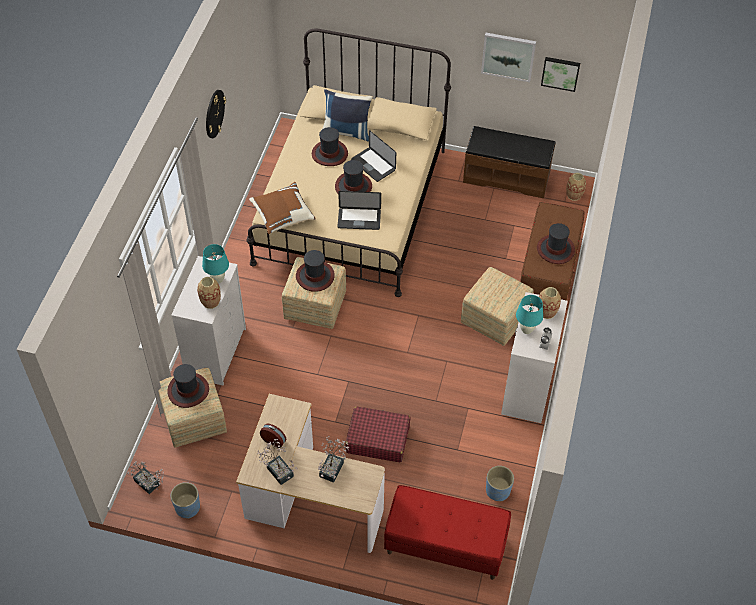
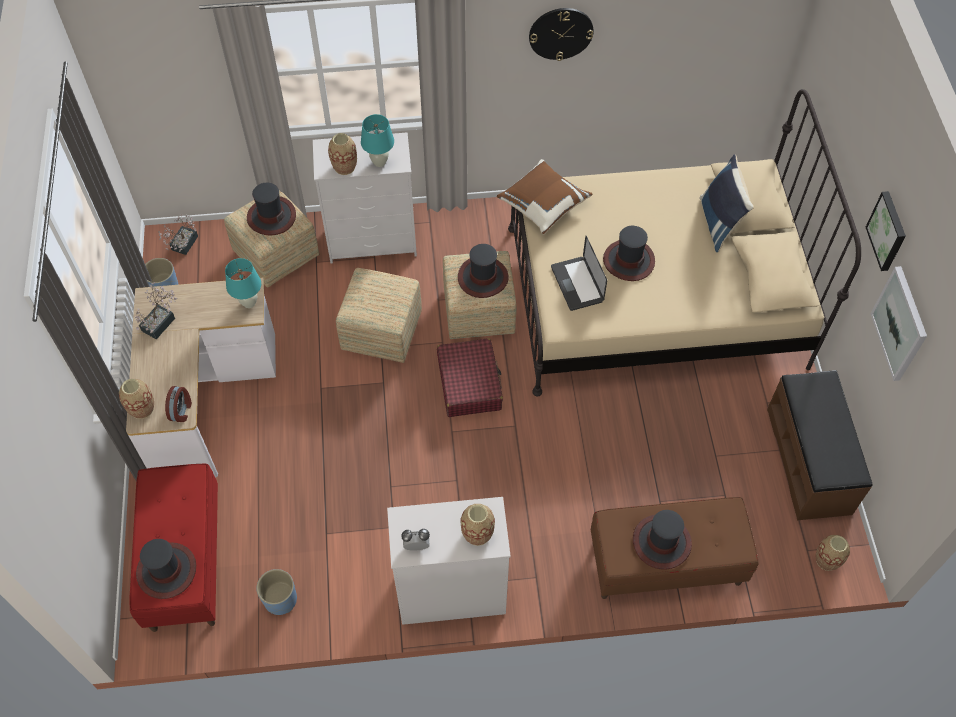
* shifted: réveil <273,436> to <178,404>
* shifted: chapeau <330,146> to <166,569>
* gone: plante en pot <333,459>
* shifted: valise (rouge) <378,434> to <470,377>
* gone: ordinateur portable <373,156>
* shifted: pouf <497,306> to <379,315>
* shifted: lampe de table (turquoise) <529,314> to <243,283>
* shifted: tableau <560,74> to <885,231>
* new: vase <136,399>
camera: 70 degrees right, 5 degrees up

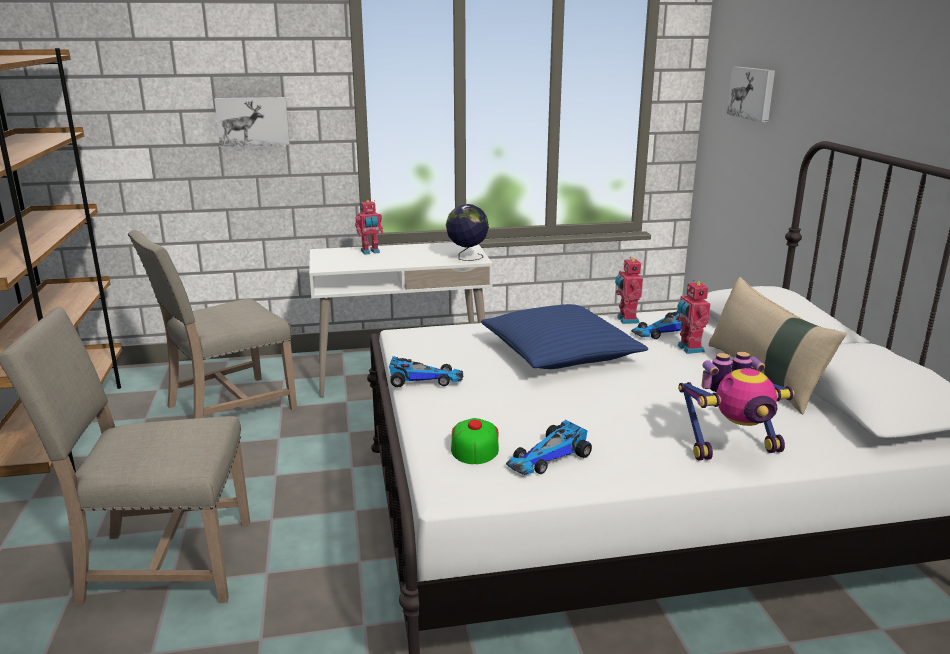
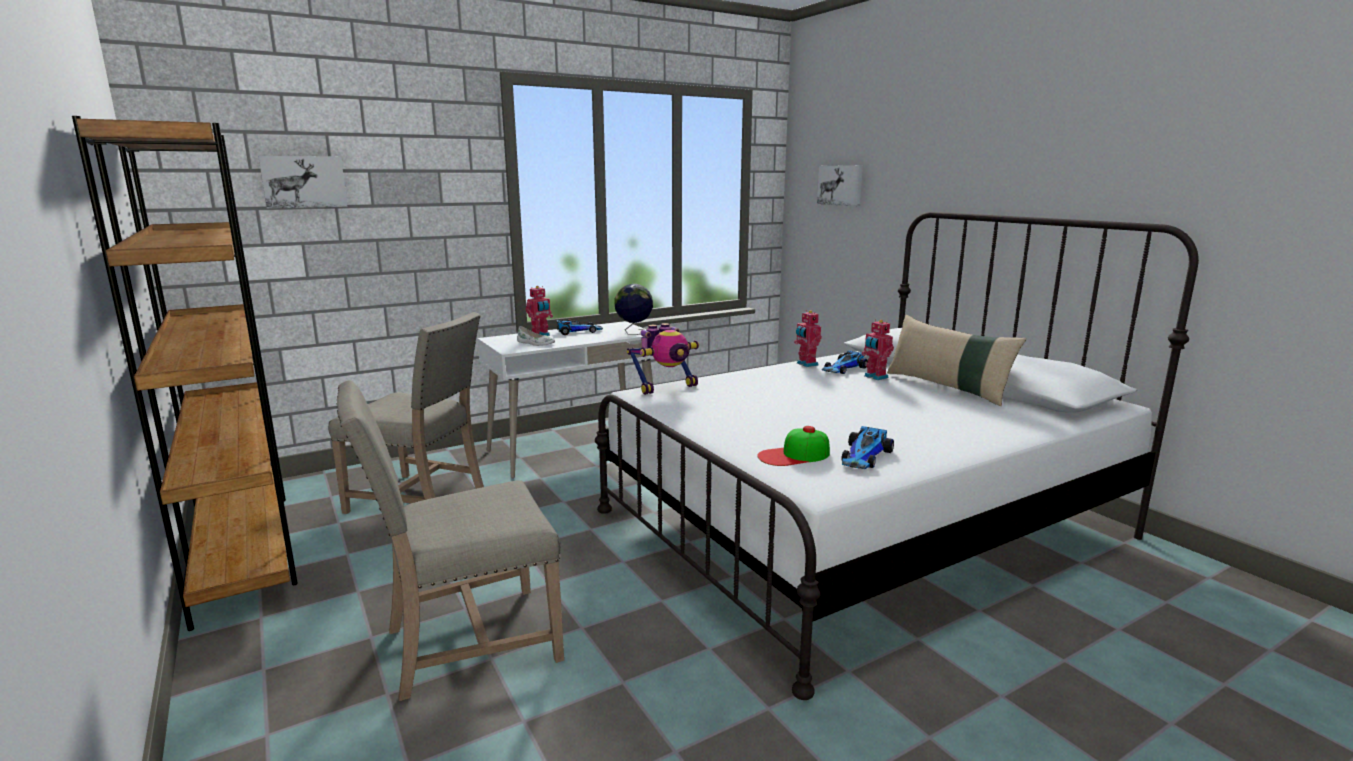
* rotated: chaise (beige) <212,324> = <406,413> 105 degrees counterclockwise
* shifted: tableau <252,122> to <303,181>
* shifted: petite voiture <426,371> to <579,327>
* rotated: casquette <475,441> = <793,446> 90 degrees counterclockwise
* gone: coussin (bleu) <564,336>
* shifted: robot jouet <736,406> to <663,359>
* new: chaussure (blanc) <536,336>
camera: 20 degrees left, 5 degrees down

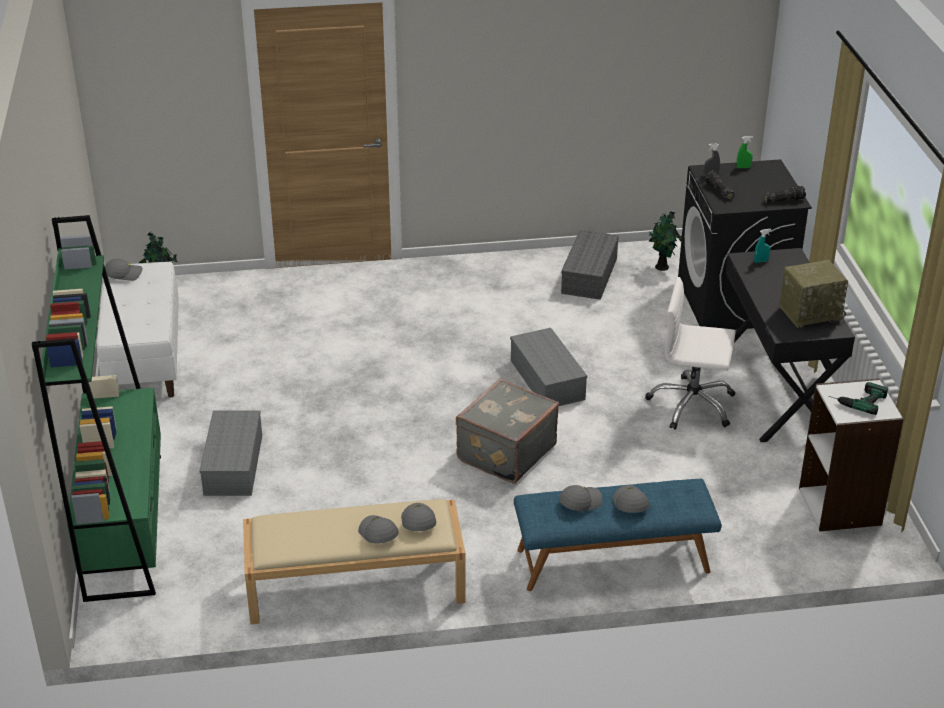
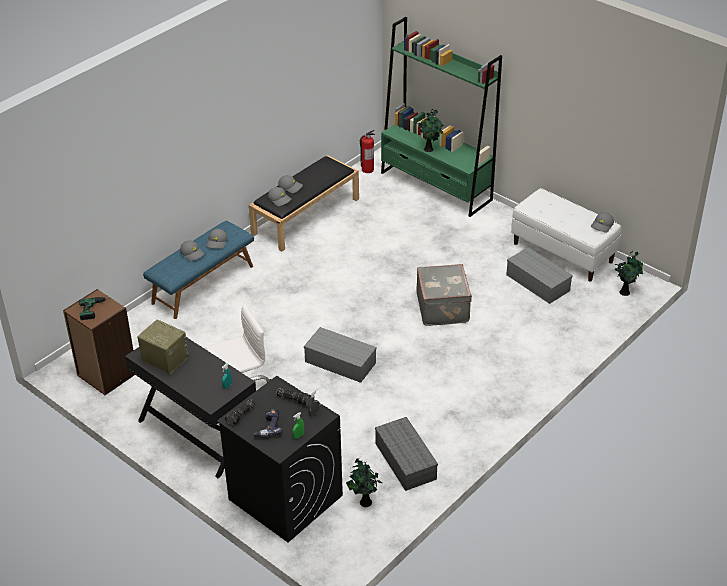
* shifted: boîte de rangement (gris) <230,453> to <539,275>
* repainted: banc (beige) <354,561> to banc (noir) <304,203>
* shifted: valise (gris) <507,431> to <444,295>
* rotated: radio <814,294> = <162,347> 90 degrees clockwise
* repainted: bibliothèque (blanc) <851,454> to bibliothèque (marron) <99,342>
* new: perceuse <268,423>
* new: extincteur <367,151>
* new: plante en pot <430,130>
camera: 140 degrees right, 5 degrees up

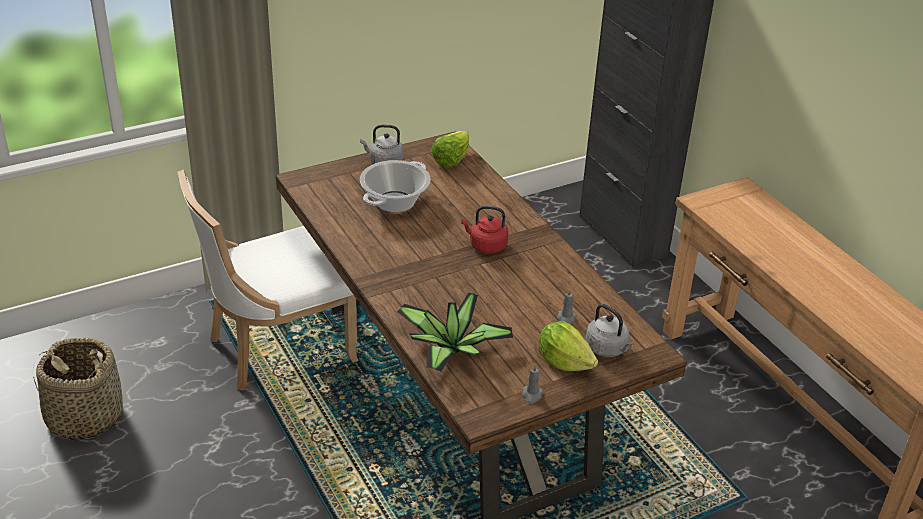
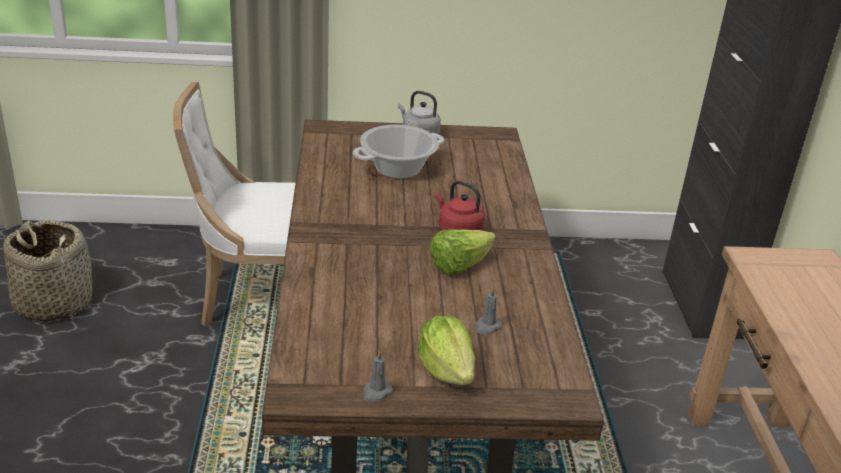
* gone: plante en pot <455,332>
* shifted: laitue <450,149> to <463,252>
* gone: bouilloire (gris) <610,330>
camera: 25 degrees right, 5 degrees down

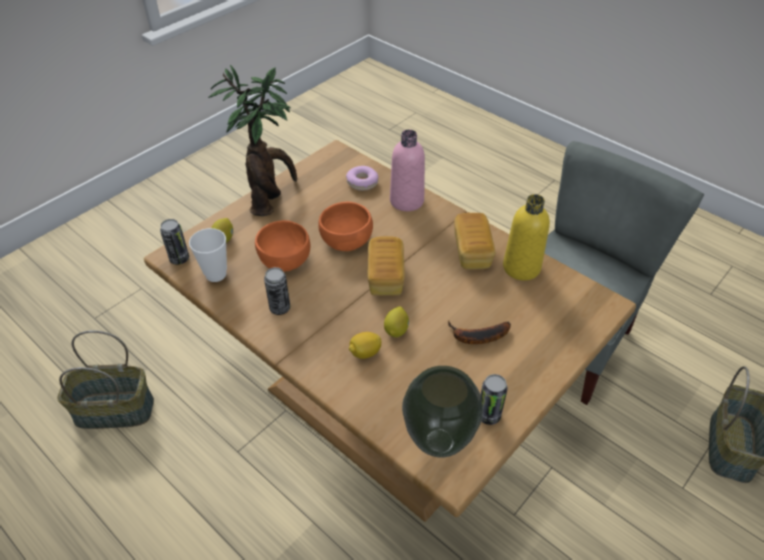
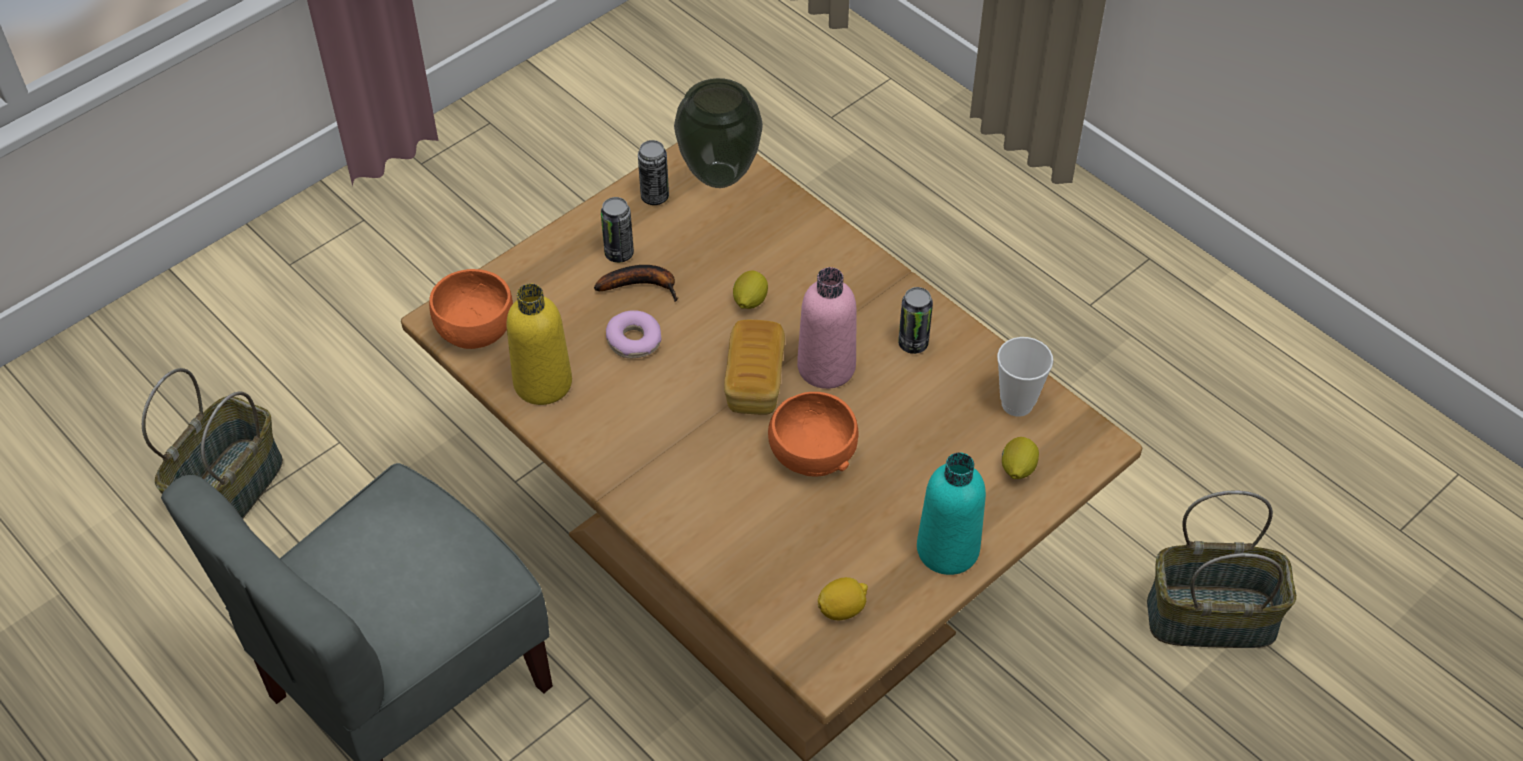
* shifted: boîte métallique <174,242> to <617,230>
* swapped: plante en pot <252,140> to bouteille (turquoise) <951,514>
* shifted: bol (orange) <282,246> to <471,309>
* shifted: beignet <362,178> to <633,334>
* shifted: citron <365,345> to <843,599>
* shifted: bouteille (rose) <407,170> to <827,328>
* gone: pain <474,241>
camera: 175 degrees left, 5 degrees up

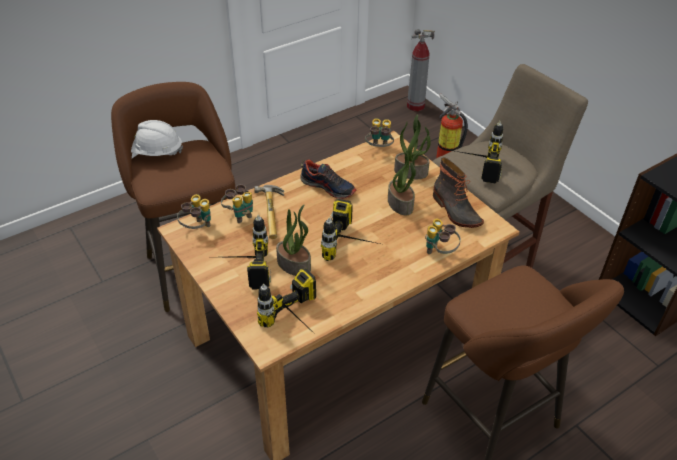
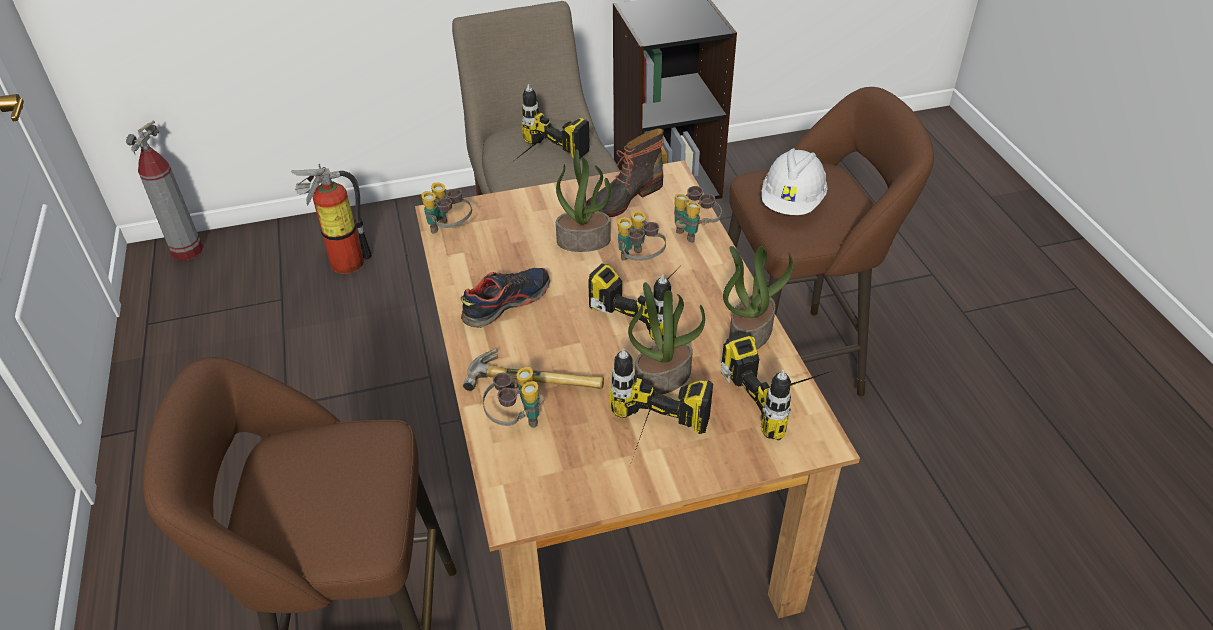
* shifted: casque de chantier (blanc) <157,138> to <795,181>
* shifted: jumelles <194,211> to <642,236>
* shifted: plante en pot <412,146> to <758,297>
* rotated: botte <458,192> = <625,172> 150 degrees clockwise
camera: 70 degrees left, 0 degrees up

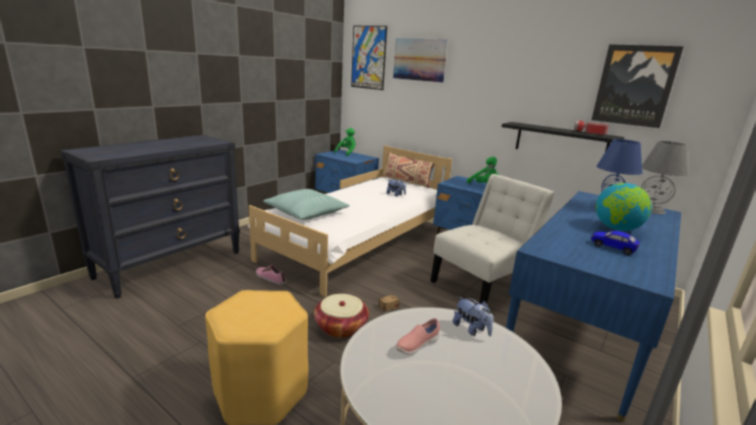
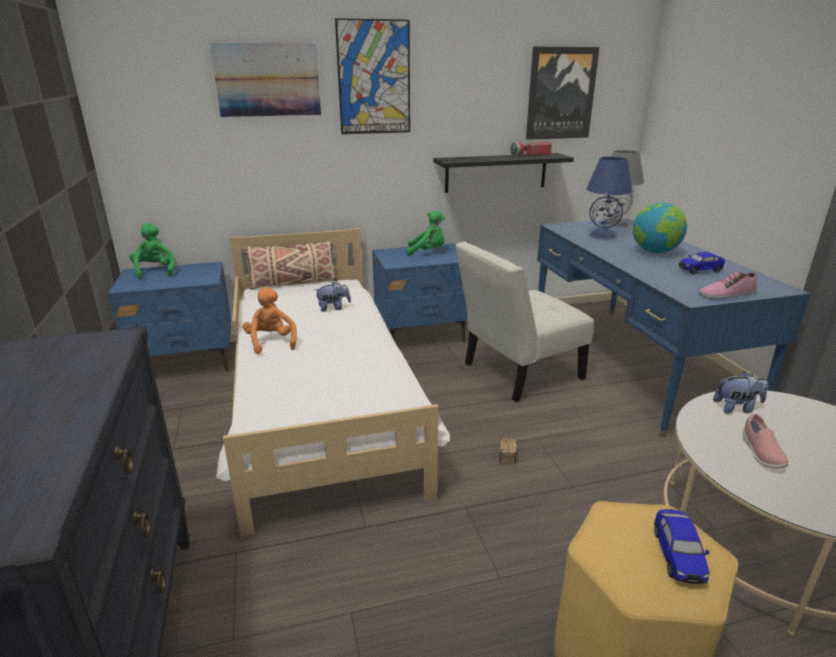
* shifted: chaussure <271,275> to <728,285>
* gone: coussin <306,204>
* gone: panier <341,316>
* shifted: tableau <369,58> to <372,76>
* rotated: chaise (blanc) <492,239> = <524,321> 120 degrees counterclockwise
* new: peluche (orange) <270,320>
* new: petite voiture <682,546>
camera: 50 degrees left, 5 degrees up

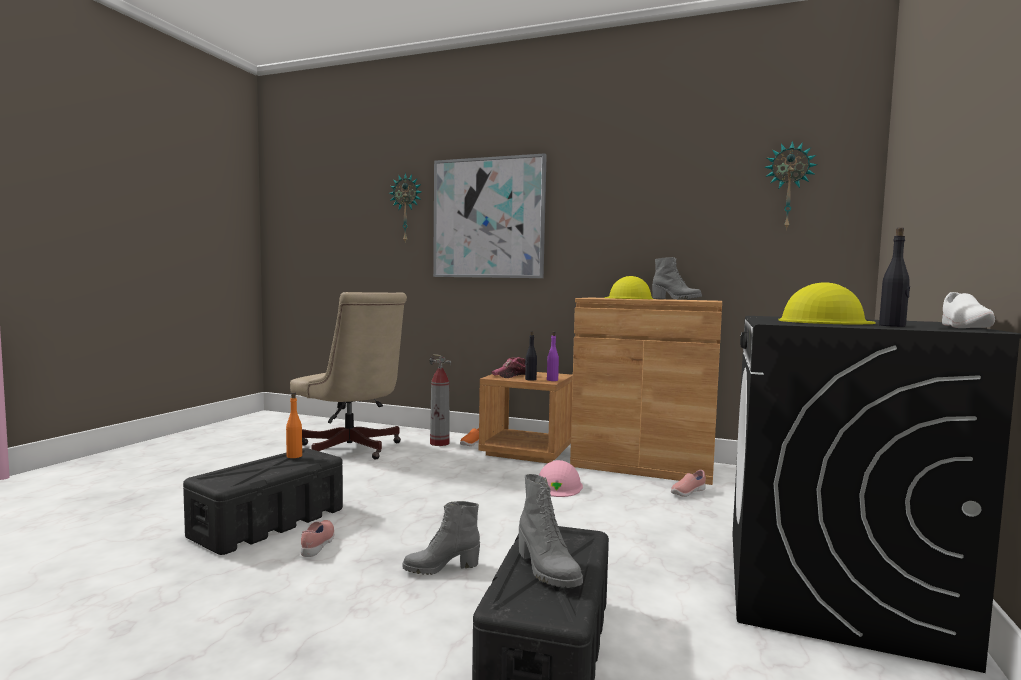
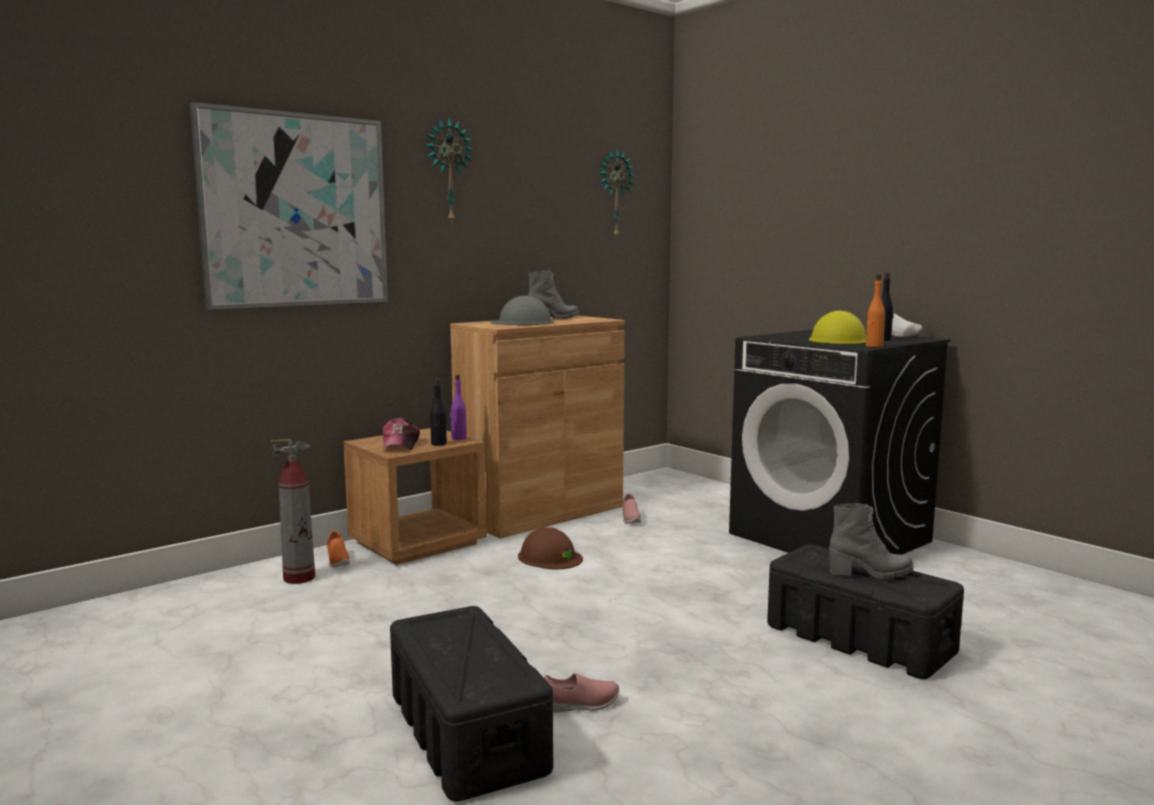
* shifted: bouteille (orange) <294,425> to <875,310>
* gone: chaise de bureau (beige) <348,376>
* rotated: chaussure (rose) <317,538> = <581,693> 135 degrees clockwise
* shifted: horloge murale <405,207> to <449,170>
* gone: botte (gris) <441,538>
* repainted: casque de chantier (rose) <561,478> to casque de chantier (marron) <550,548>
* repainted: casque de chantier (jaune) <628,287> to casque de chantier (gris) <522,310>
camera: 60 degrees left, 5 degrees up

